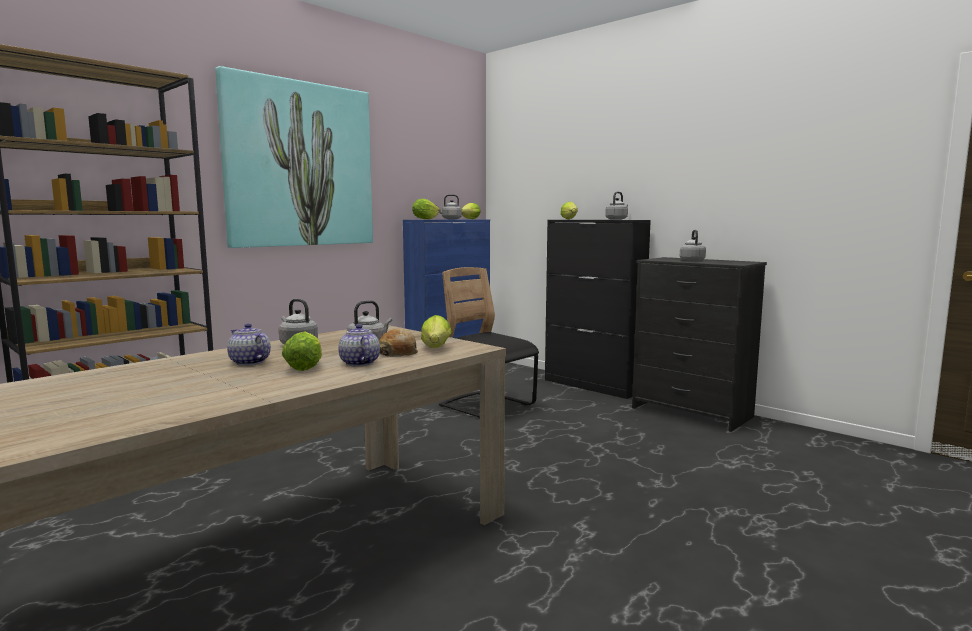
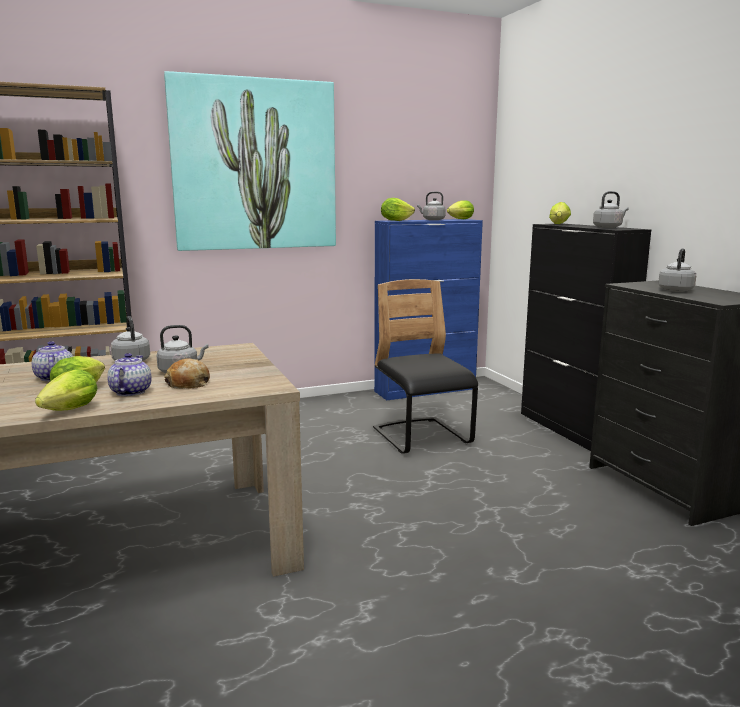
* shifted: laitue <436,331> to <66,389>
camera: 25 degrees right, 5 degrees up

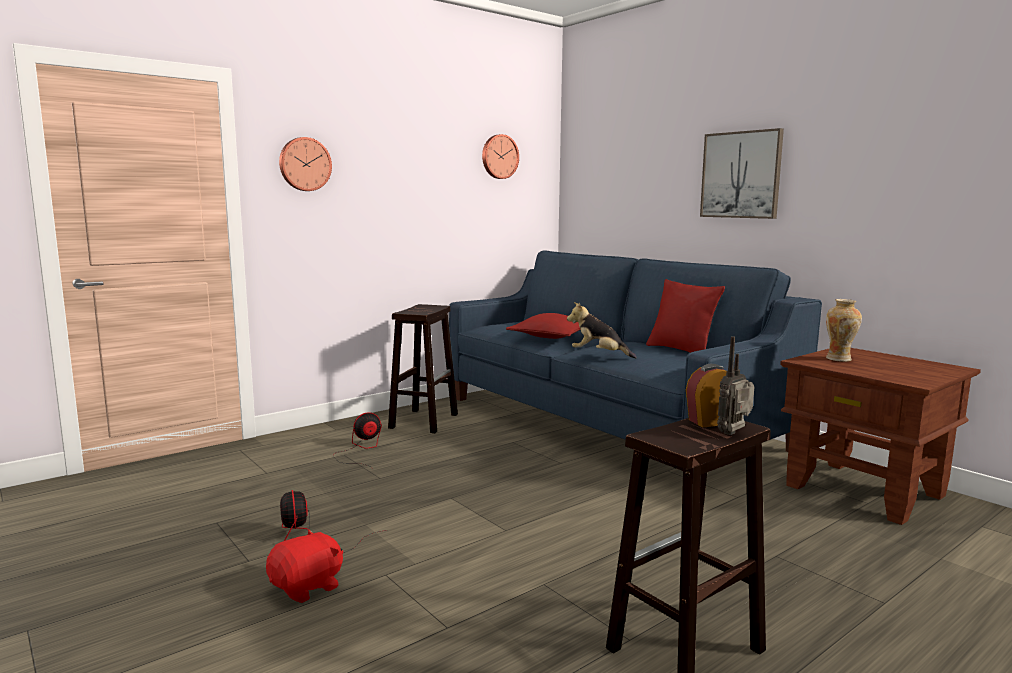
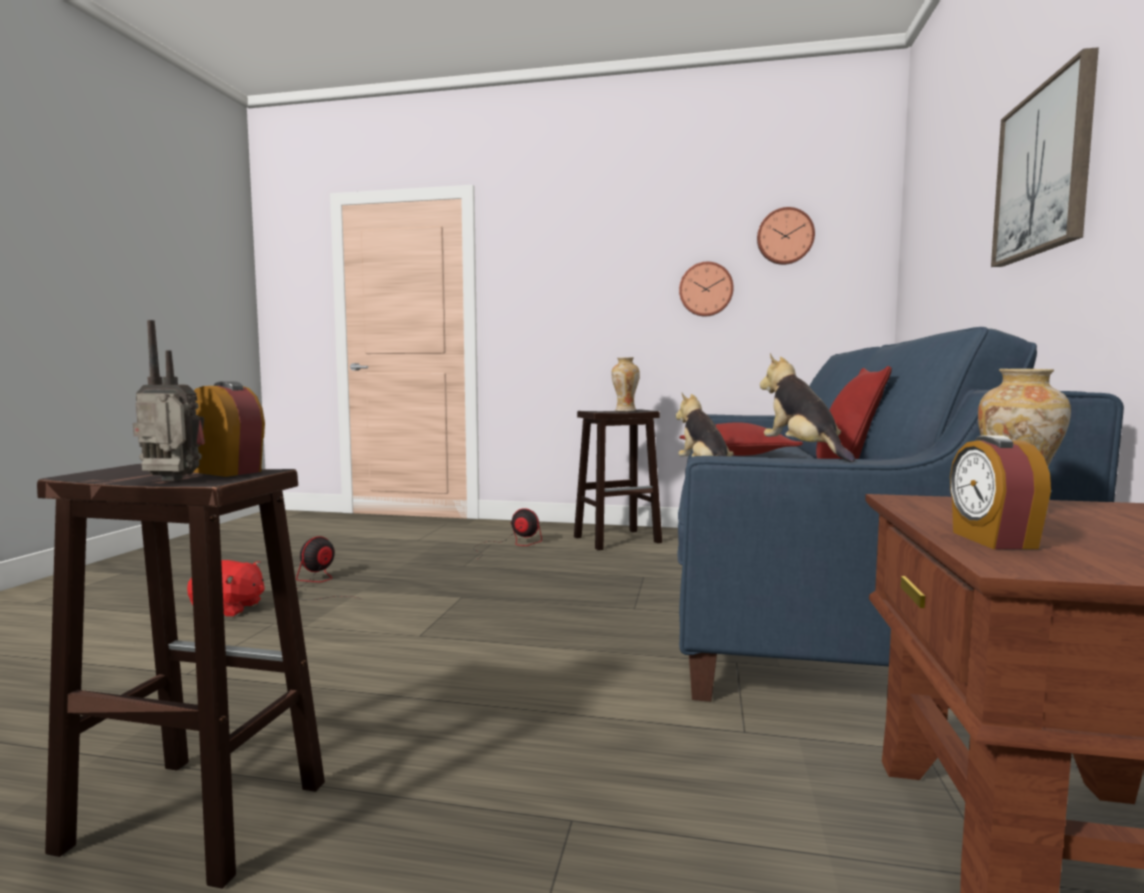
* shifted: horloge murale <305,164> to <706,289>
* new: vase <625,384>
* new: peluche <807,407>
* new: réveil <1000,492>
camera: 50 degrees right, 5 degrees down

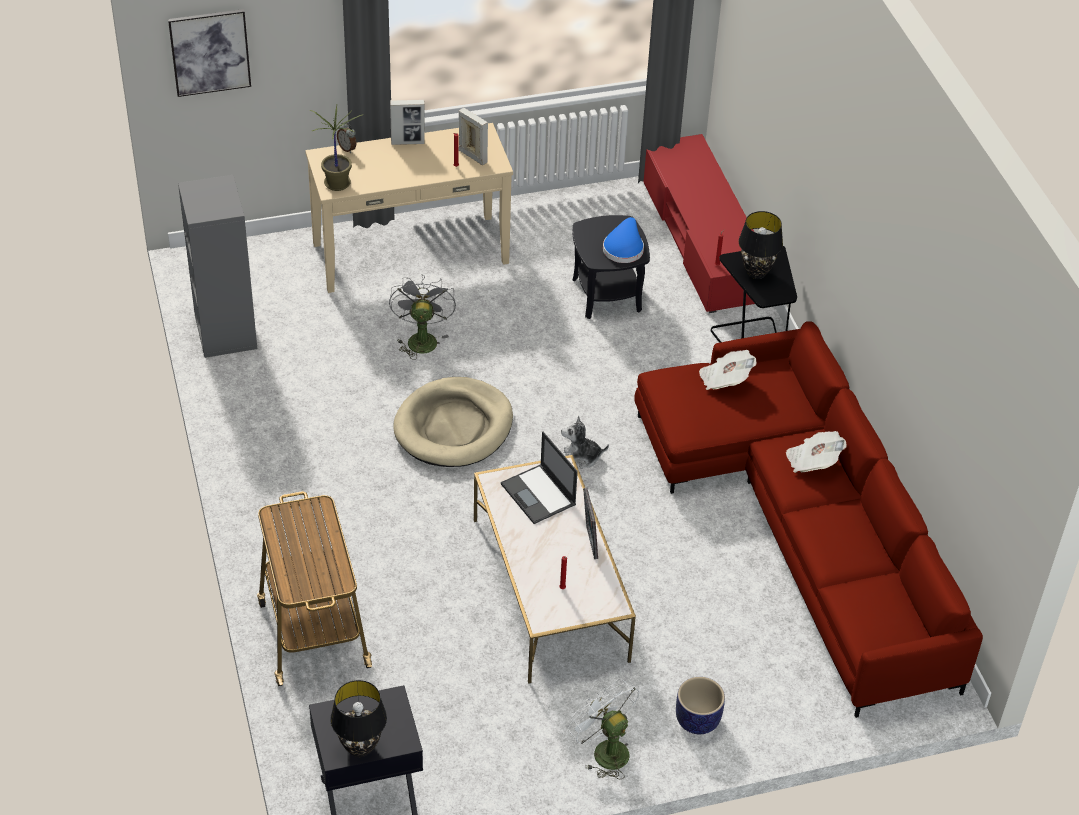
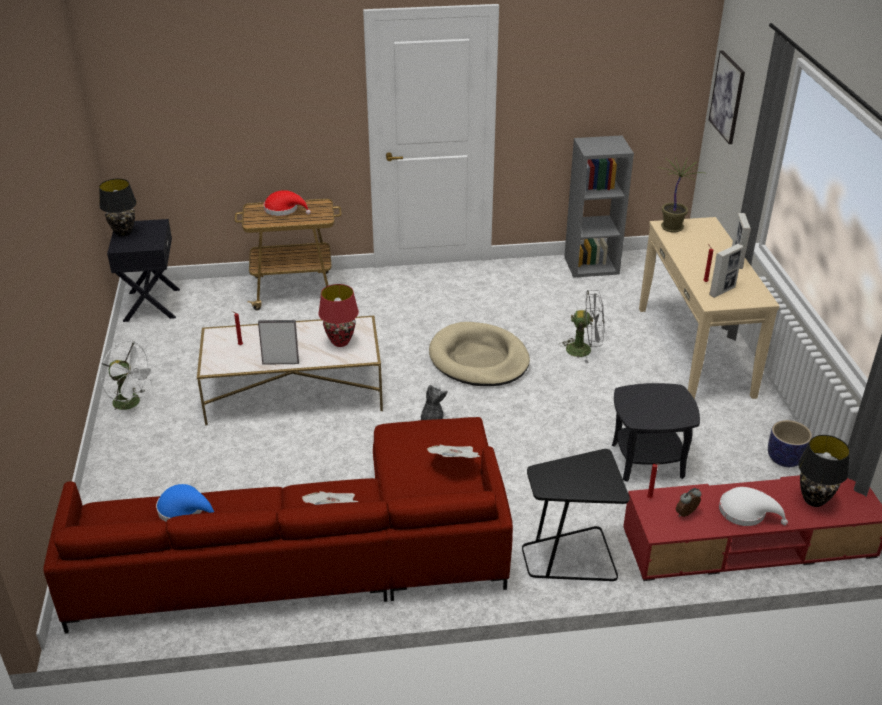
* shifted: réveil <346,137> to <688,502>
* swapped: ordinateur portable <539,477> to lampe de table (rouge) <338,315>
* rotated: ventilateur (blanc) <604,729> = <128,379> 60 degrees clockwise
* shifted: chapeau (bleu) <623,240> to <185,503>
* shifted: cache-pot <700,705> to <790,443>
* shifted: lampe de table (noir) <760,245> to <824,471>
* new: chapeau (rouge) <287,203>
* new: chapeau (blanc) <753,506>
camera: 100 degrees right, 10 degrees down

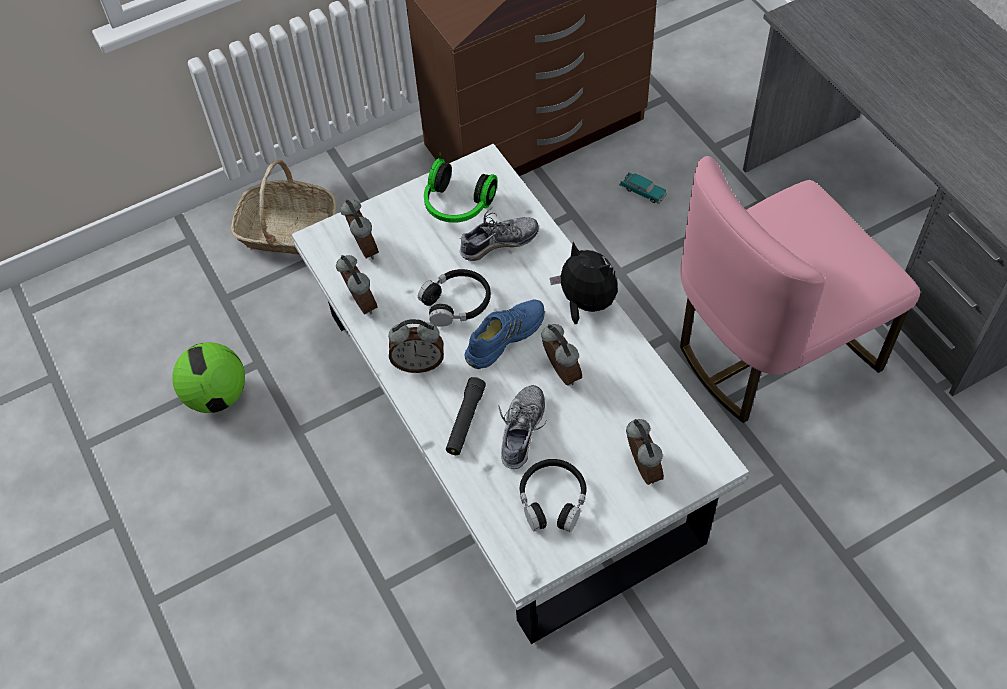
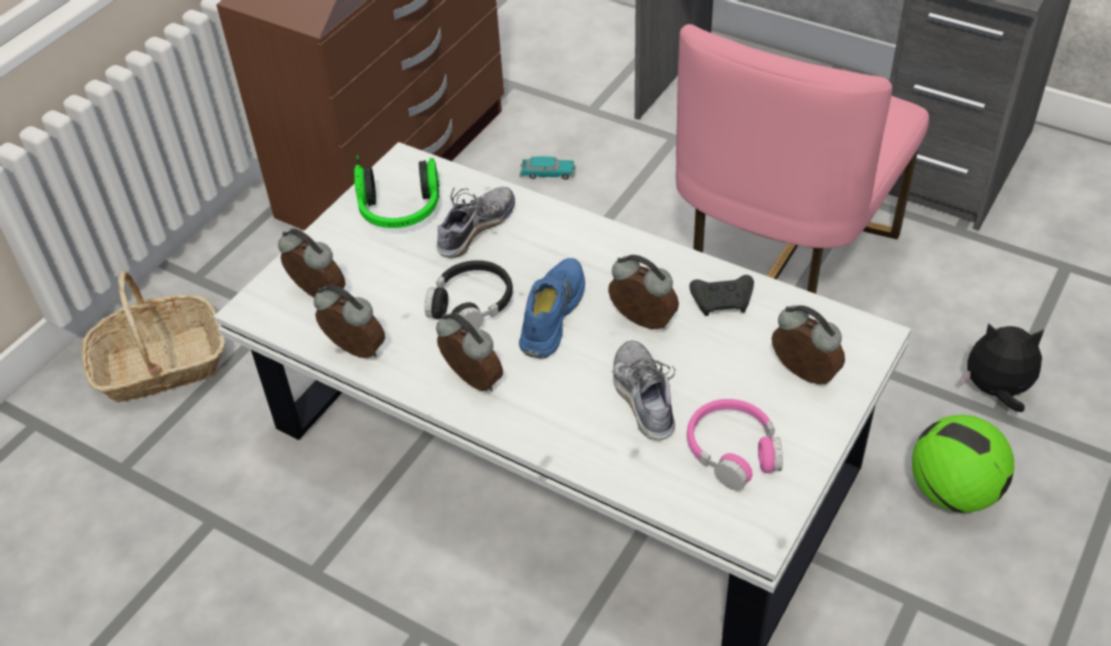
* shifted: ballon de foot <208,377> to <963,464>
* rotated: réveil <416,346> = <469,352> 105 degrees counterclockwise
* gone: lampe de poche (noir) <466,416>
* repainted: casque audio (noir) <553,495> to casque audio (rose) <735,444>
* shifted: peluche <584,283> to <1003,367>
* new: manette (noir) <721,295>
camera: 30 degrees left, 10 degrees down

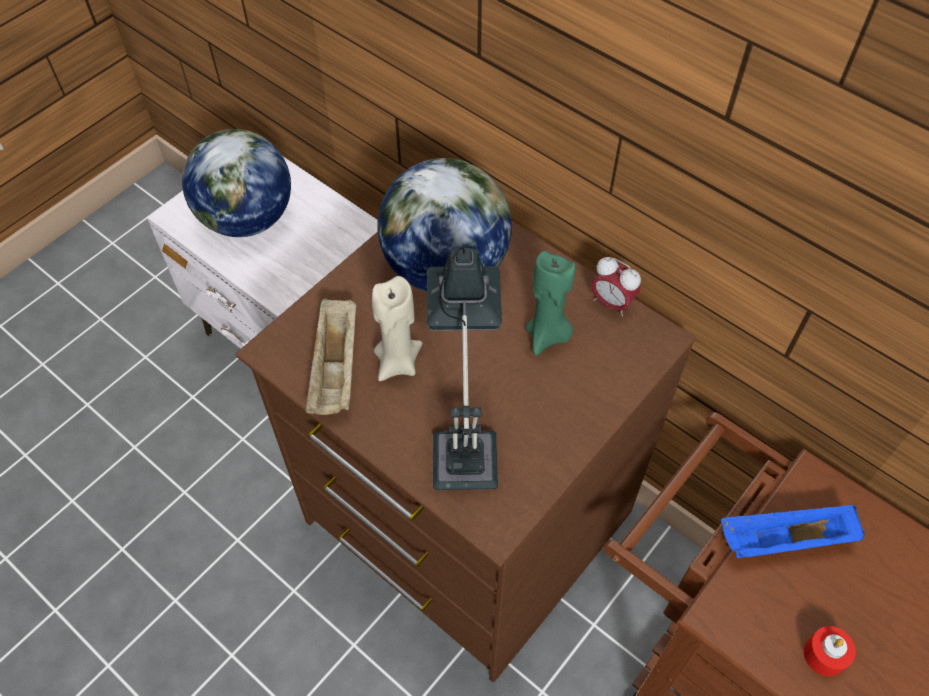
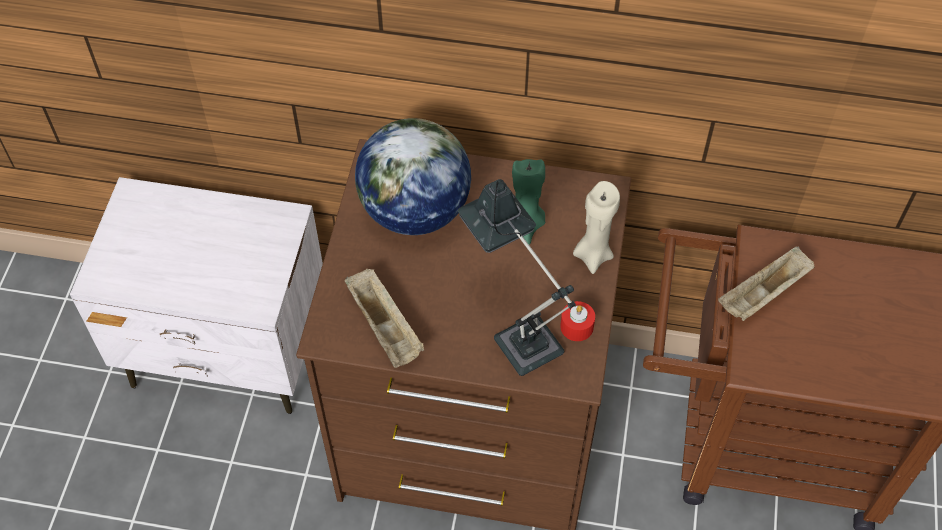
* gone: globe <236,183>
* shifted: bougie (beige) <397,328> to <596,227>
* gone: réveil <616,286>
* repainted: plateau (bleu) <793,531> to plateau (beige) <766,283>
* shifted: bougie (rouge) <830,651> to <577,321>
camera: 30 degrees left, 0 degrees up

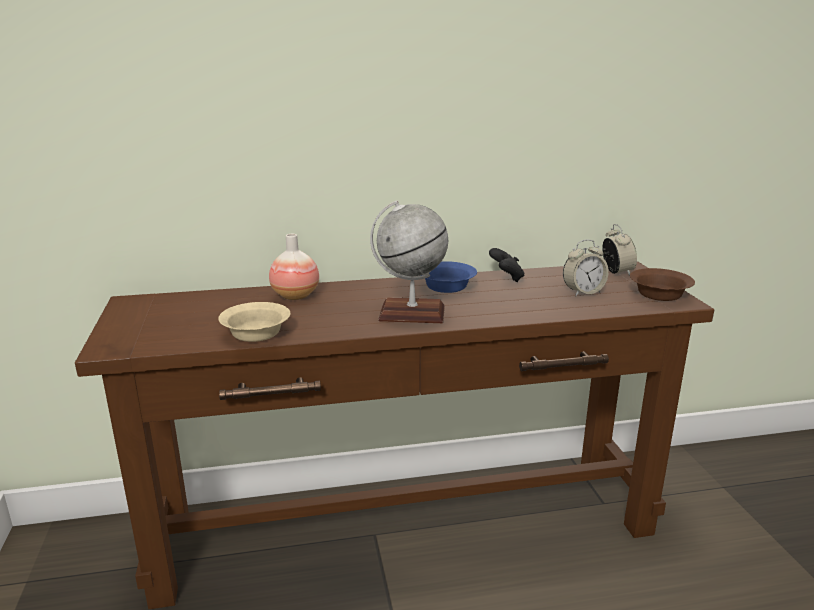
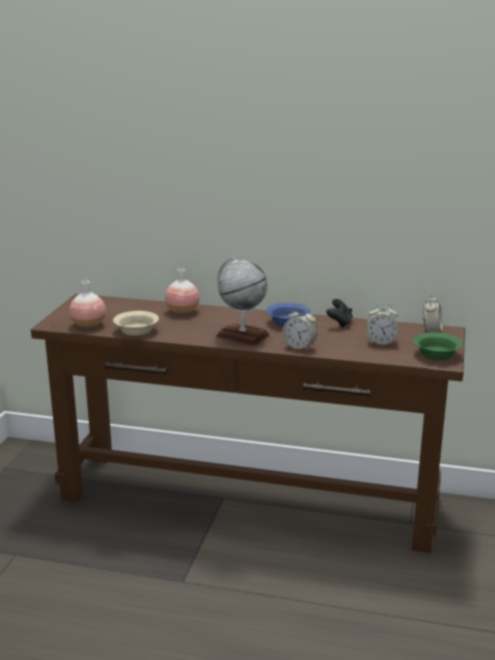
* repainted: bol (marron) <662,284> to bol (vert) <438,346>
* new: vase <87,304>
* new: réveil <300,329>
camera: 25 degrees right, 0 degrees up

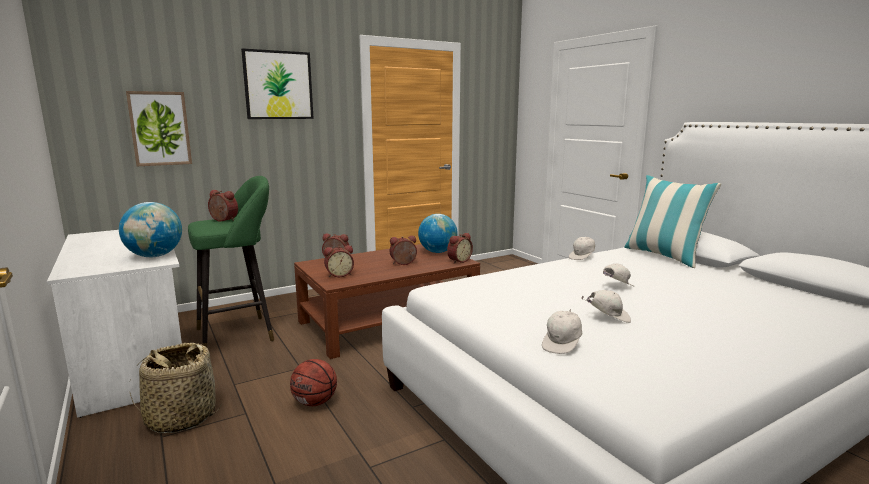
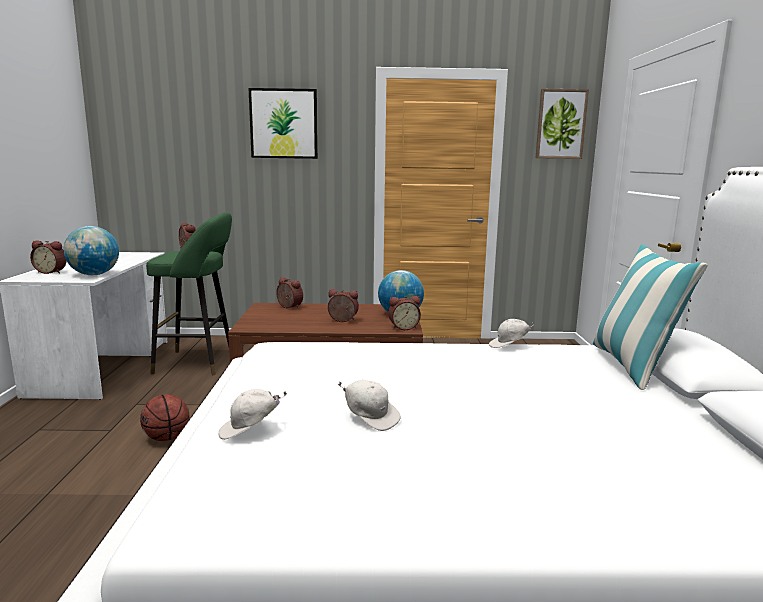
* shifted: tableau <159,128> to <562,124>
* gone: panier <175,388>
* shifted: réveil <339,261> to <48,257>
* gone: casquette (blanc) <618,275>
camera: 30 degrees right, 0 degrees up

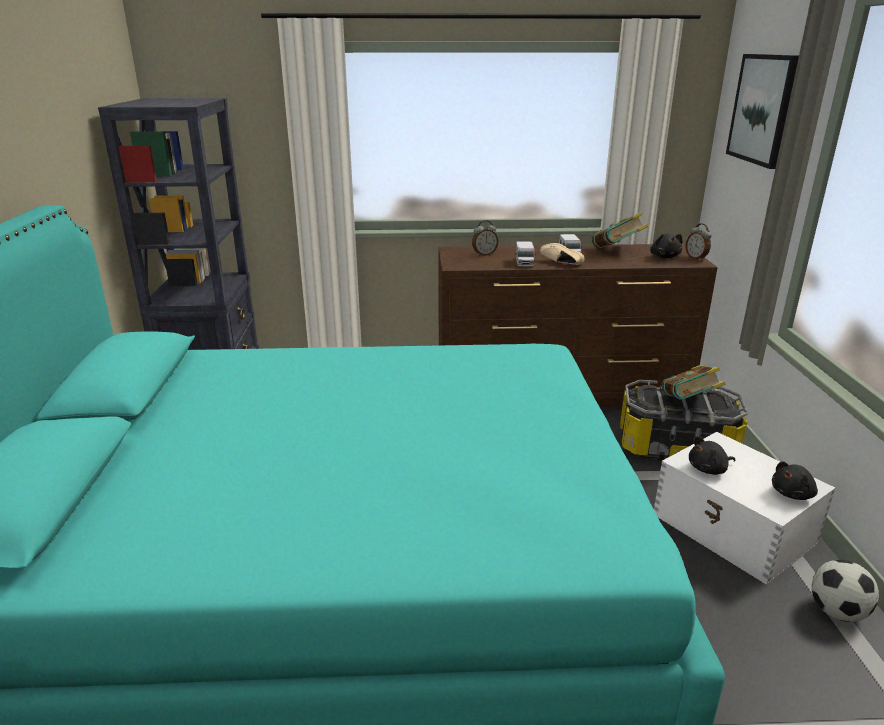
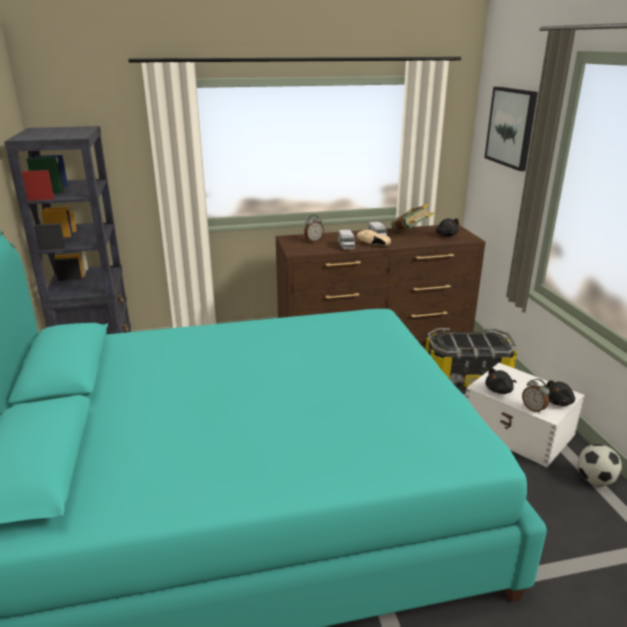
* gone: livre <693,382>
* shifted: réveil <698,242> to <536,396>
camera: 10 degrees left, 0 degrees up

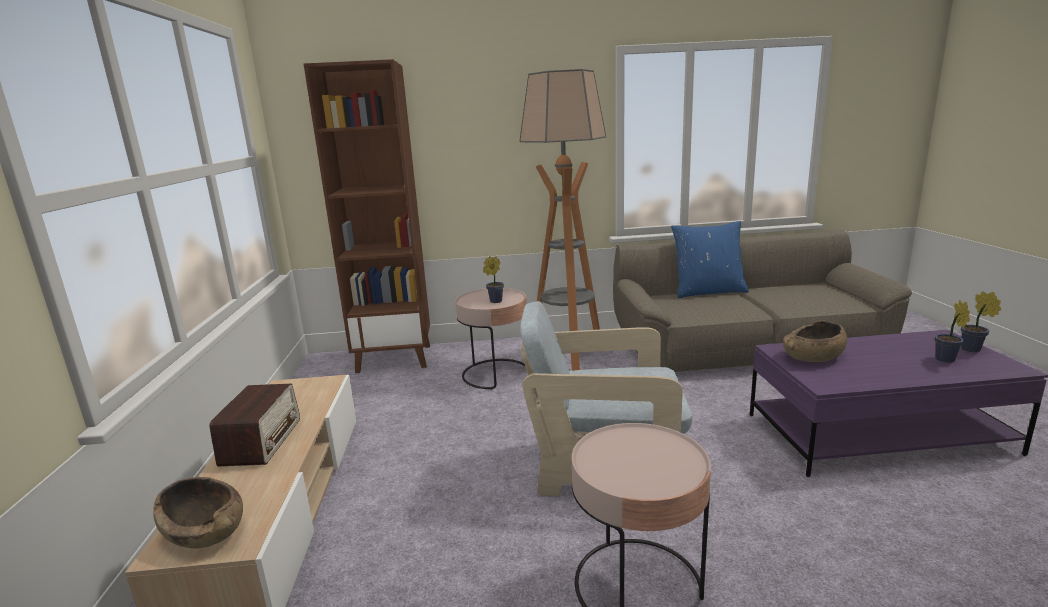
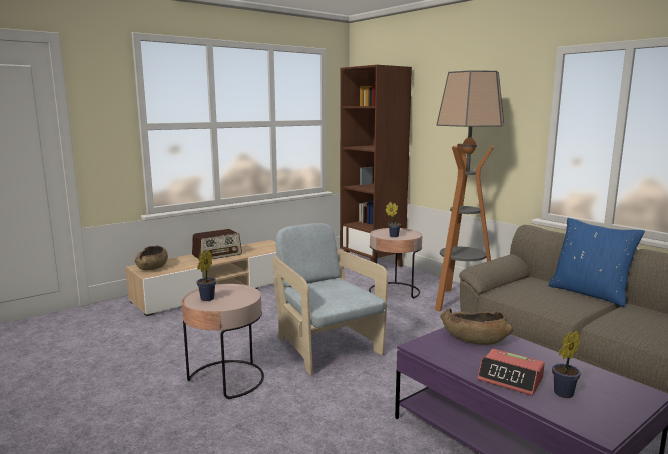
* shifted: plante en pot <981,321> to <206,275>
* new: réveil <511,372>
camera: 55 degrees right, 5 degrees down

